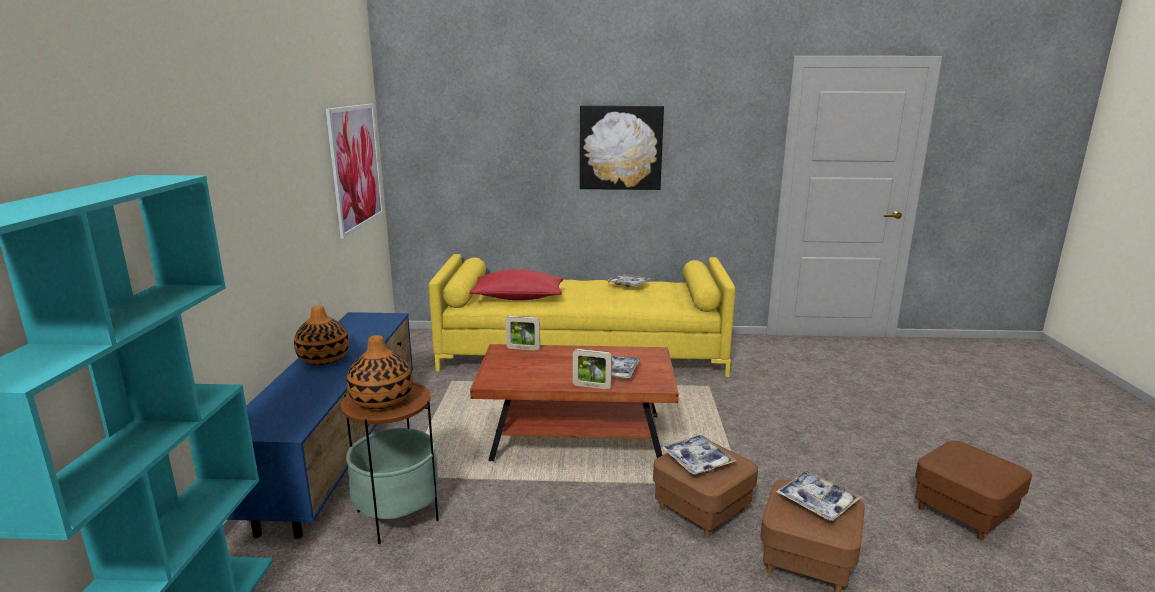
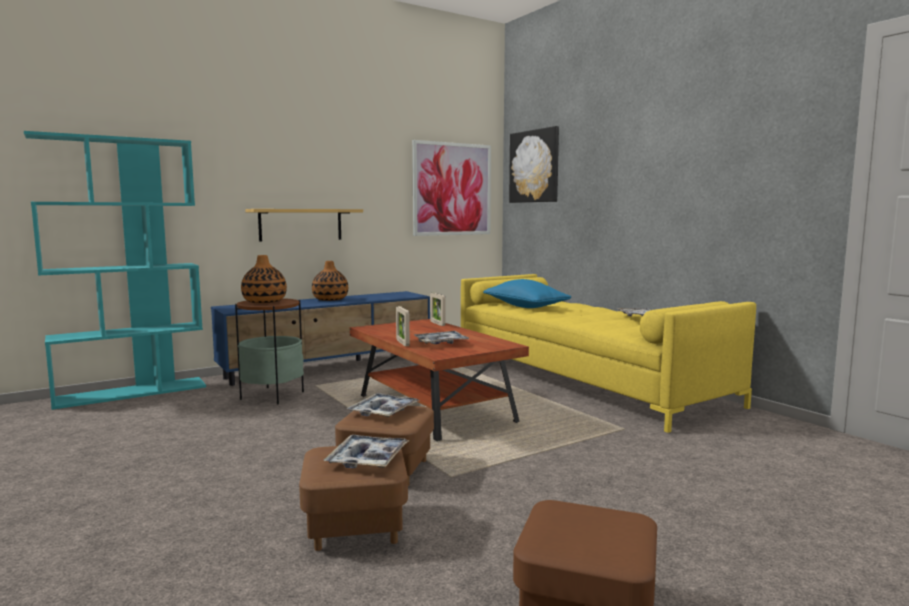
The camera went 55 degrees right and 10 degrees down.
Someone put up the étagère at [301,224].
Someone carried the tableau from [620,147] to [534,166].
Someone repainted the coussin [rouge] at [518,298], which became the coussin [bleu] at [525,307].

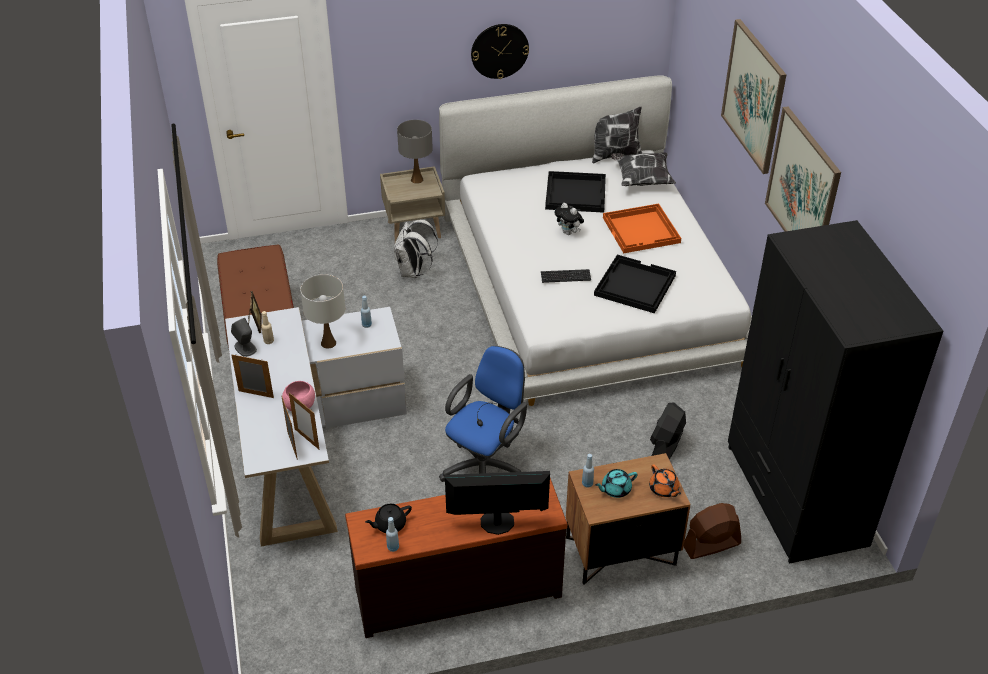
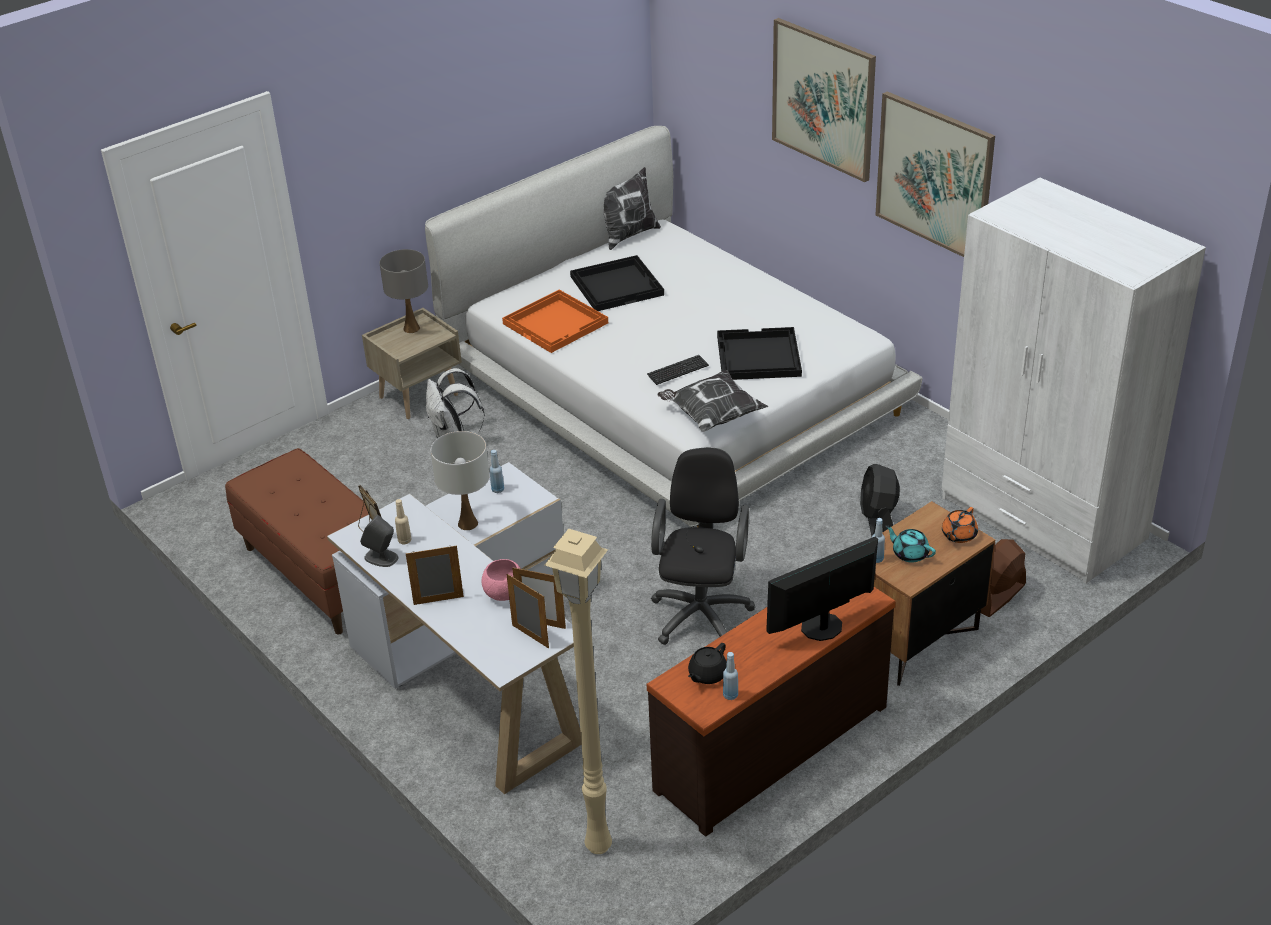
The camera went 25 degrees left and 5 degrees down.
Someone took away the horloge murale at [499,51].
Someone took away the peluche at [569,233].
Someone put down the lampadaire [beige] at [596,846].
Someone carried the plateau [orange] from [642,230] to [556,323].
Someone carried the coussin from [641,179] to [712,415].
Someone repainted the chaise de bureau [bleu] at [486,467], which became the chaise de bureau [noir] at [702,611].
Someone repainted the armoire [noir] at [794,496], which became the armoire [blanc] at [1042,519].
Someone rotated the théière [turquoise] at [615,489] by 90 degrees clockwise.
Someone rotated the théière [orange] at [664,489] by 90 degrees clockwise.

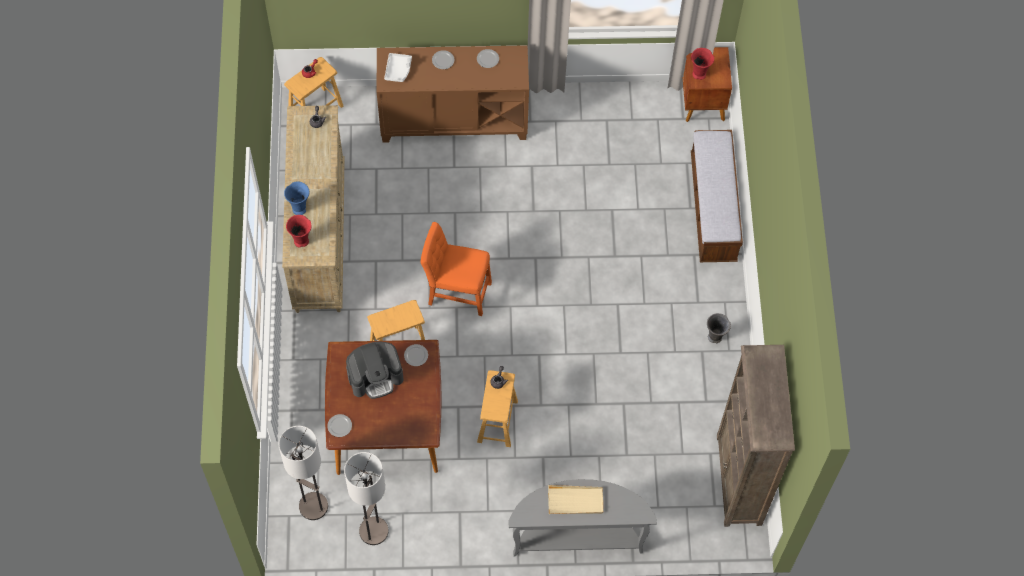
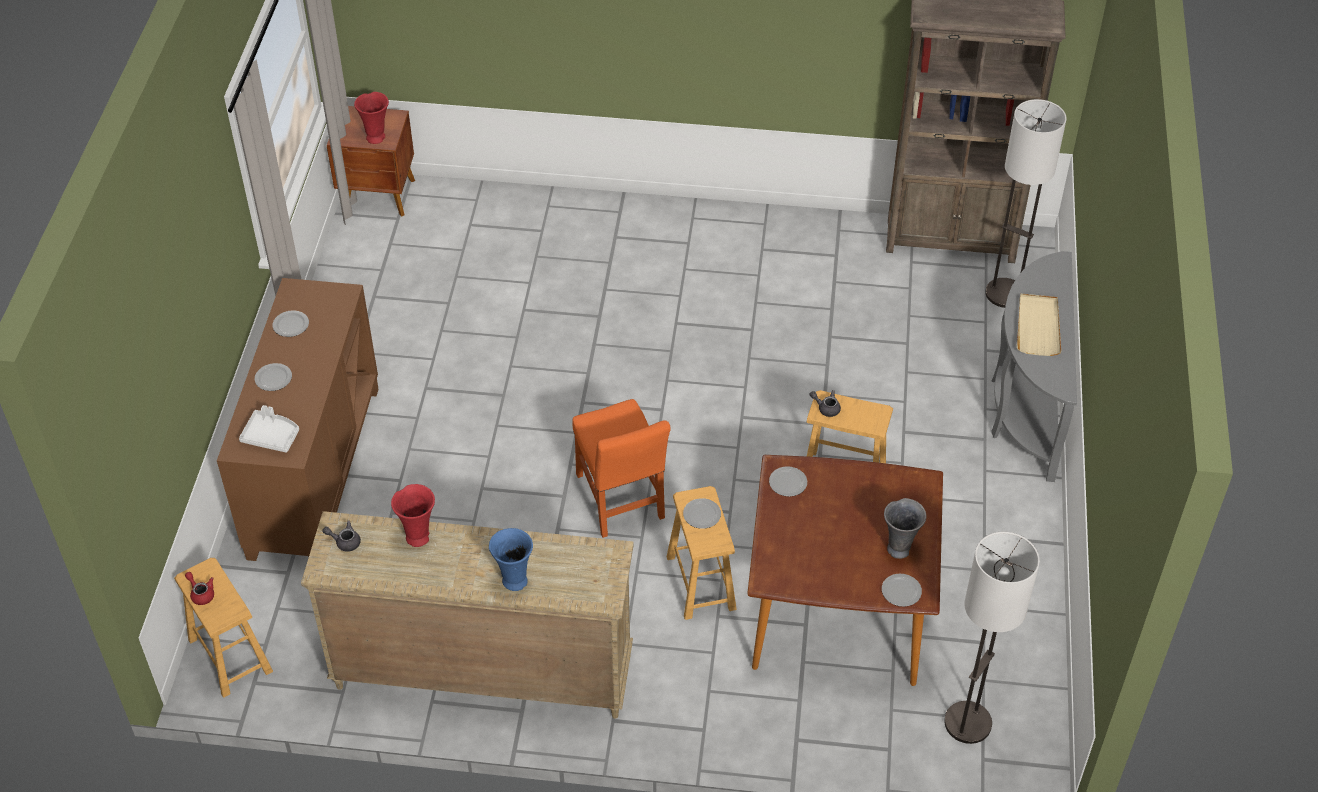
The camera went 80 degrees left and 15 degrees down.
Someone took away the machine à café at [375,376].
Someone took away the banc at [713,208].
Someone put down the assiette at [702,514].
Someone carried the vase [rouge] from [302,241] to [418,536].
Someone carried the lampadaire from [374,531] to [1005,293].
Someone carried the vase [gris] from [715,338] to [899,548].
Someone rotated the chaise [orange] at [456,292] by 45 degrees counterclockwise.

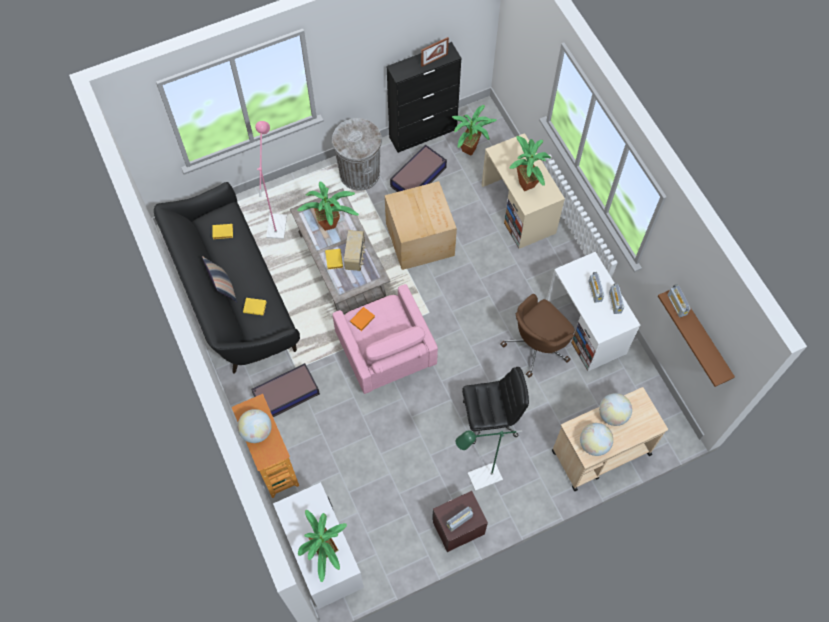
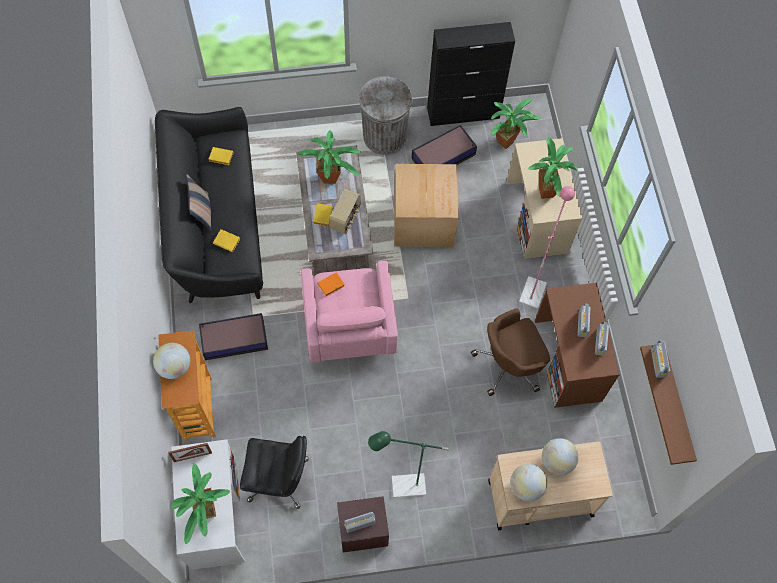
The camera went 15 degrees right and 0 degrees up.
Someone carried the lampadaire [rose] from [277,221] to [534,287].
Someone carried the cadre photo from [434,60] to [192,457].
Someone carried the chaise de bureau [noir] from [491,418] to [279,479].
Someone repainted the bureau [blanc] at [586,327], which became the bureau [marron] at [568,360].

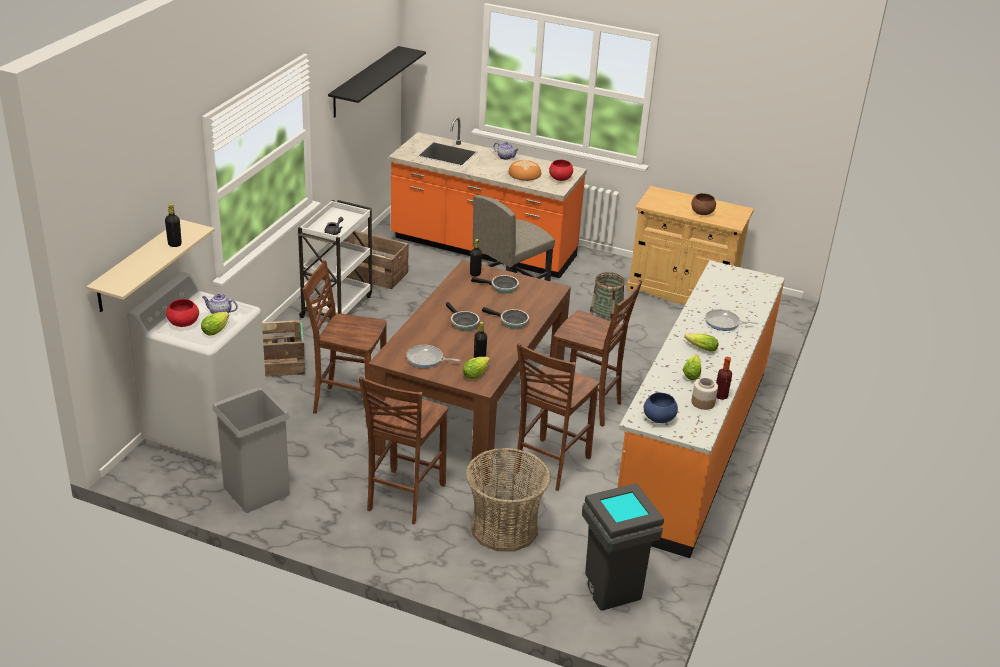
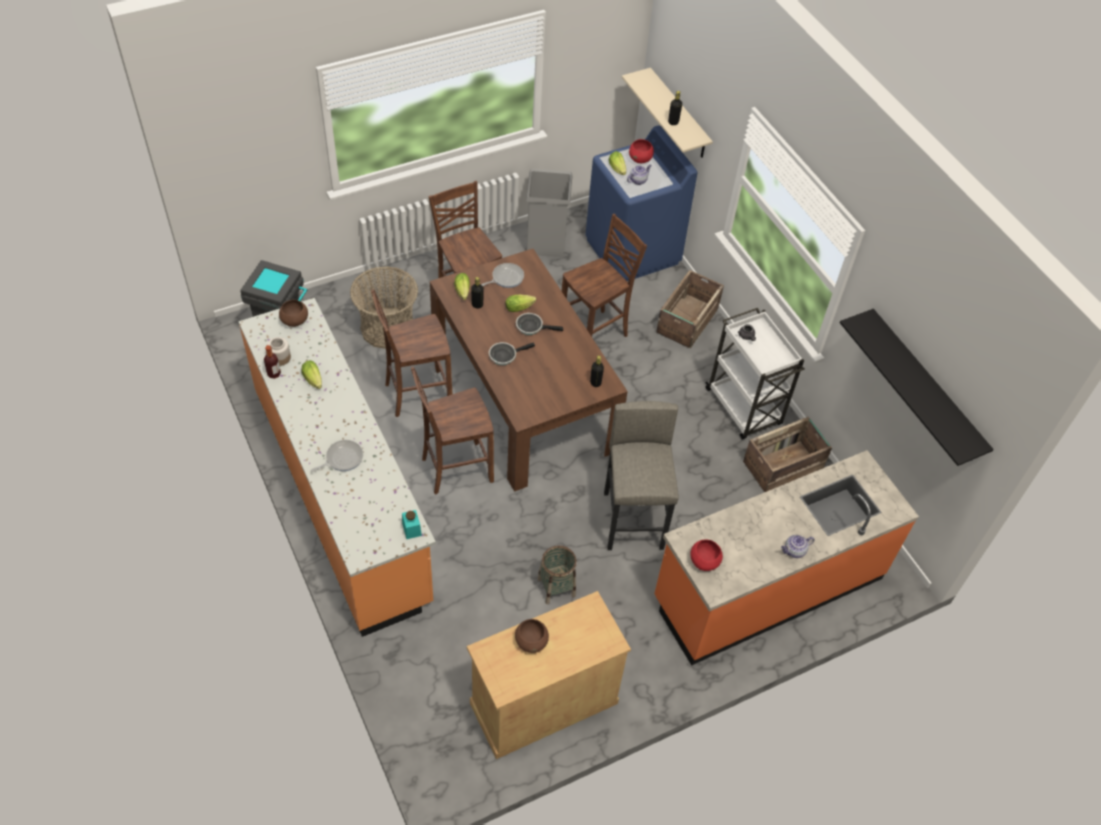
The camera went 130 degrees right and 20 degrees up.
Someone took away the poêle at [502,287].
Someone took away the pain at [524,174].
Someone put down the bocal [turquoise] at [411,529].
Someone carried the laitue from [699,348] to [521,307].
Someone repainted the lave-linge [blanc] at [207,430], which became the lave-linge [bleu] at [632,251].
Someone repainted the bol [bleu] at [659,419], which became the bol [marron] at [294,320].
Someone rotated the chaise [marron] at [549,465] by 90 degrees counterclockwise.

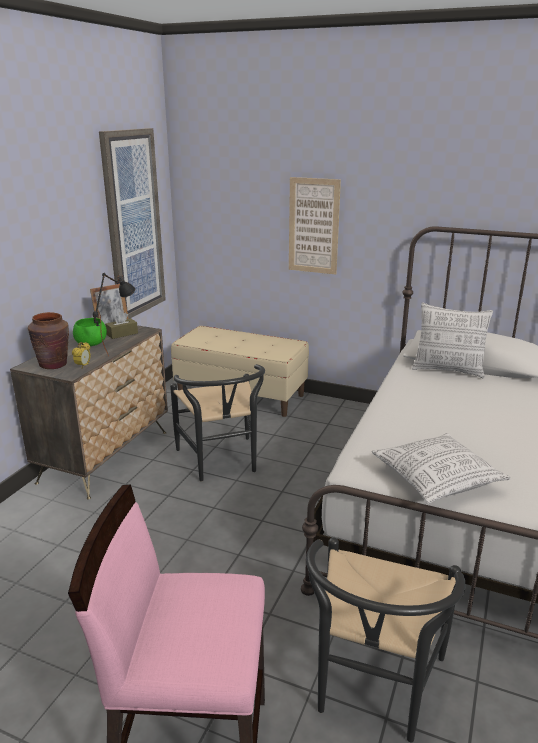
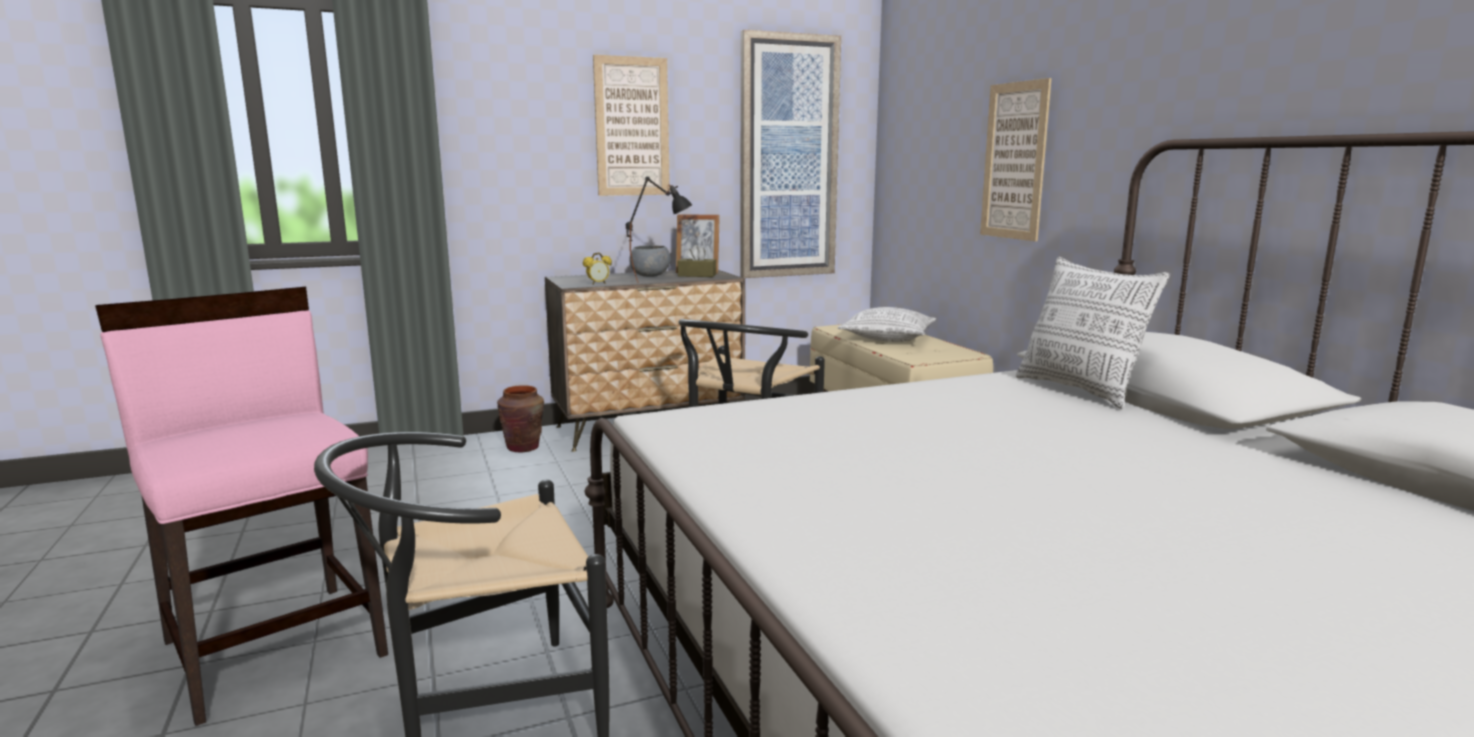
The camera went 45 degrees right and 10 degrees down.
Someone put up the tableau at [632,127].
Someone carried the vase [marron] from [54,364] to [523,447].
Someone carried the coussin from [436,480] to [888,338].
Someone repainted the bol [vert] at [90,344], which became the bol [gris] at [649,276].

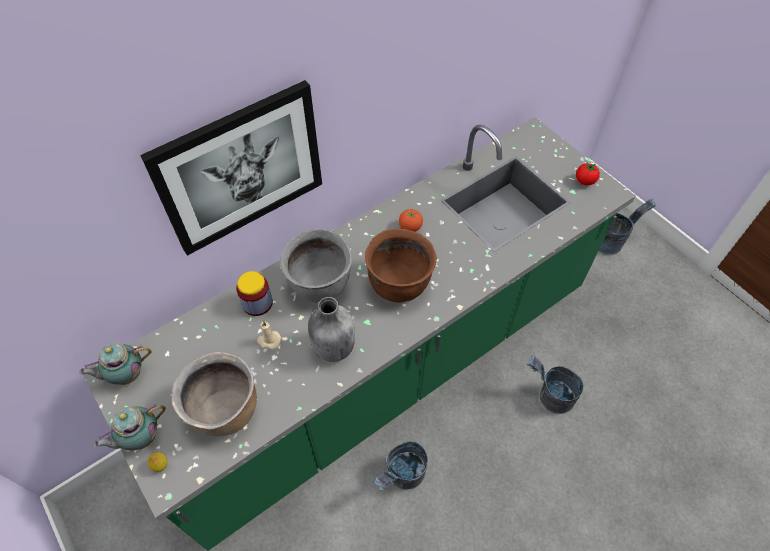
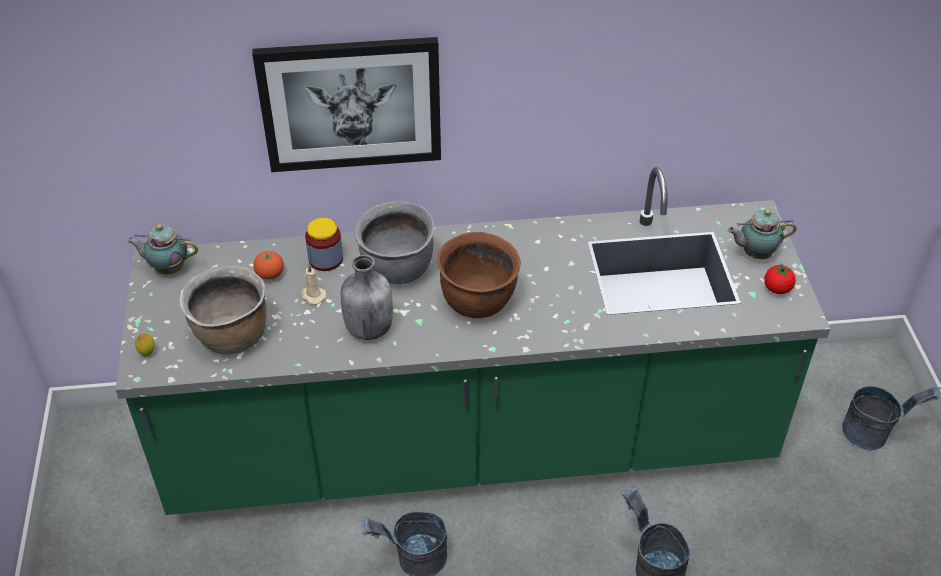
The camera went 30 degrees right and 10 degrees down.
Someone carried the théière from [140,438] to [754,254].
Someone carried the tomate from [410,227] to [270,275].

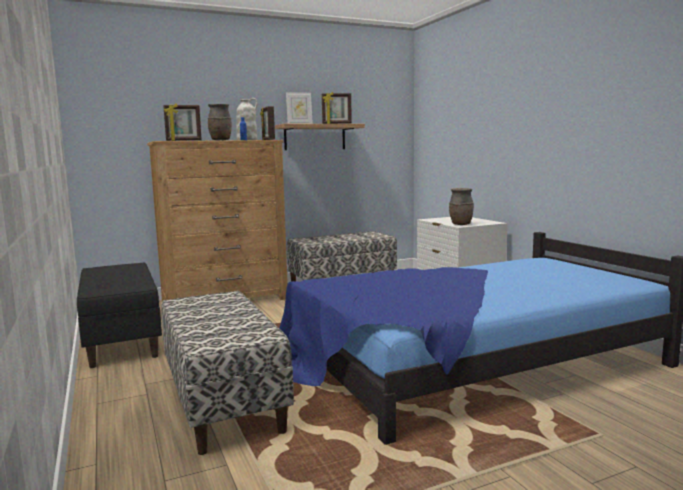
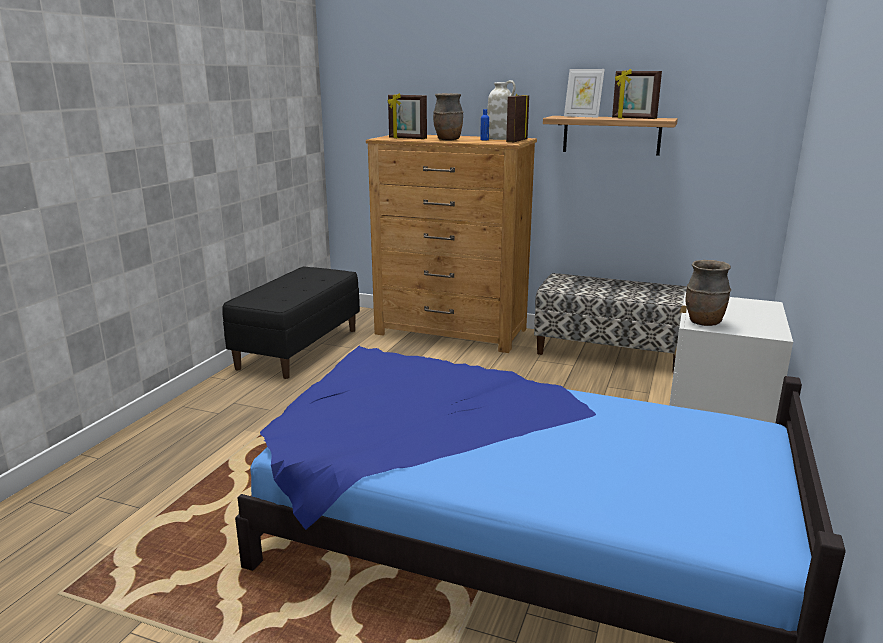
The camera went 45 degrees right and 10 degrees up.
Someone took away the banc at [223,401].

